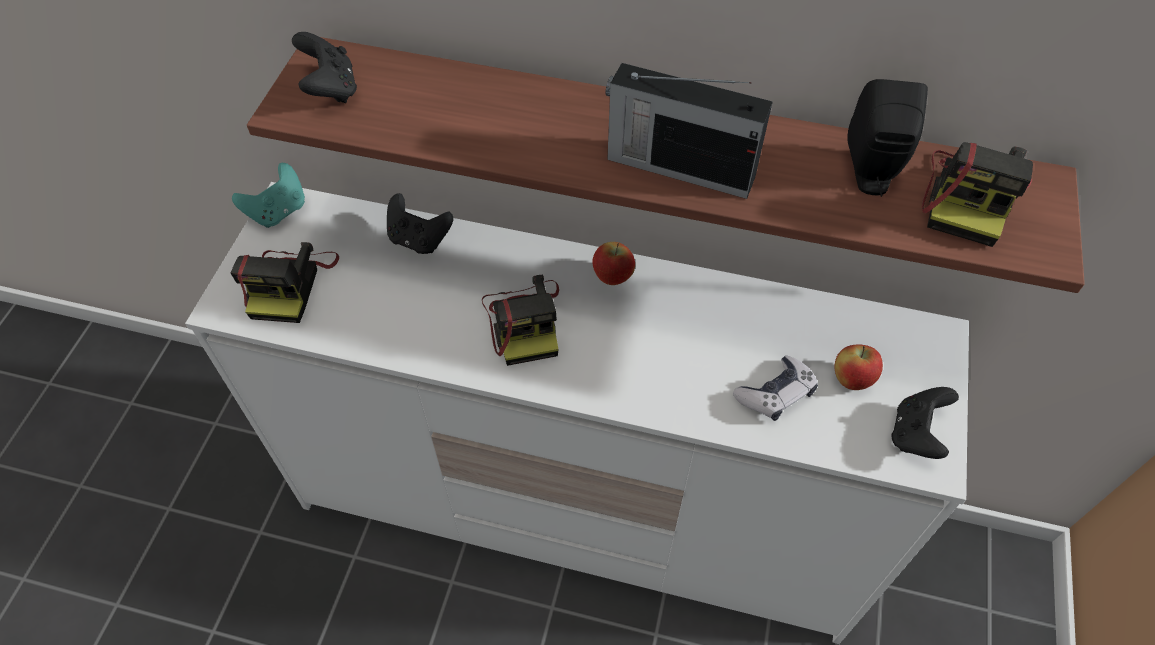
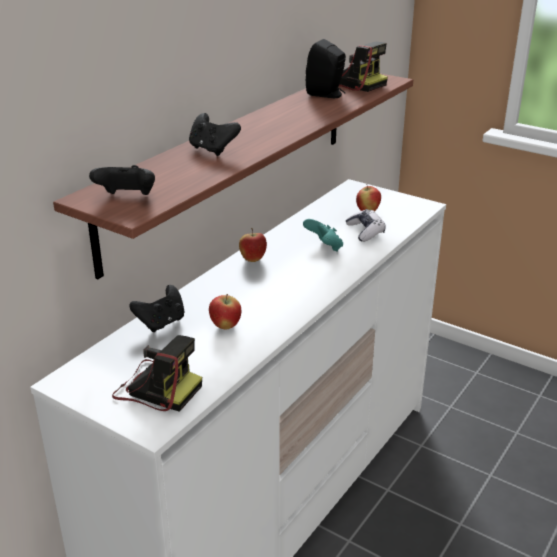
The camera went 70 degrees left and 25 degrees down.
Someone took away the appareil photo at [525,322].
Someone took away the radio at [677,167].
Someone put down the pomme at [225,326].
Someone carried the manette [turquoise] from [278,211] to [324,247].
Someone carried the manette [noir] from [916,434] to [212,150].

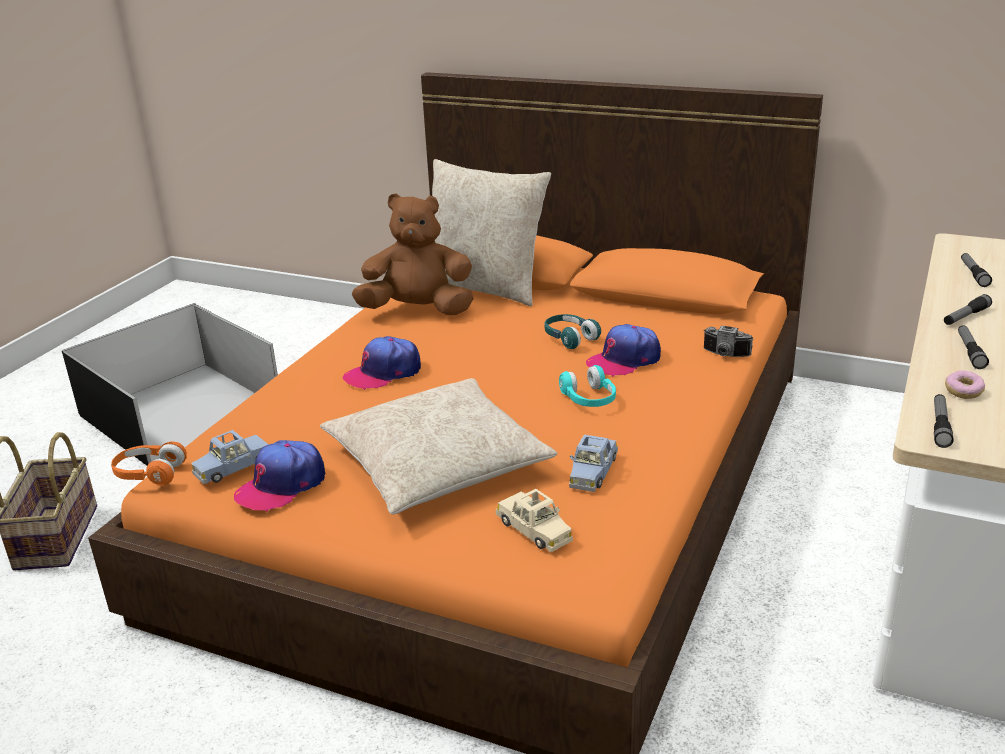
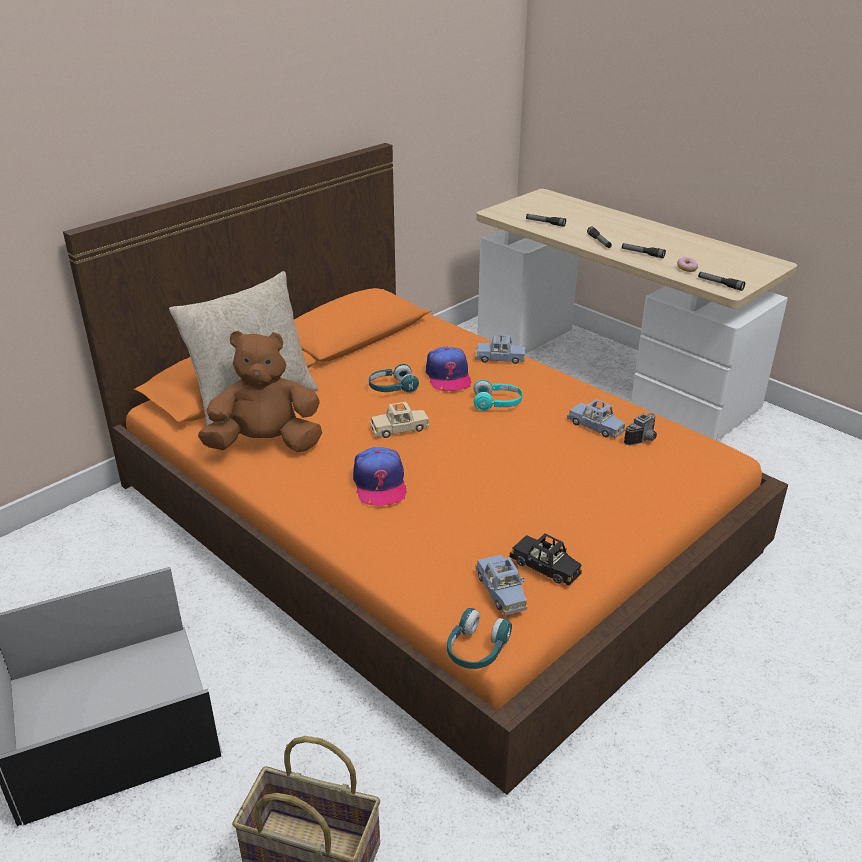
The camera went 70 degrees left and 5 degrees up.
Someone took away the coussin [beige] at [438,463].
Someone put down the petite voiture [bleu] at [500,358].
Someone carried the petite voiture [beige] from [534,530] to [399,429].
Someone carried the appareil photo from [725,355] to [644,440].
Someone swapped the casquette at [281,485] for the petite voiture [noir] at [545,567].
Someone repainted the casque audio [orange] at [150,474], which became the casque audio [turquoise] at [476,650].
Someone rotated the peluche [marron] at [418,310] by 60 degrees clockwise.

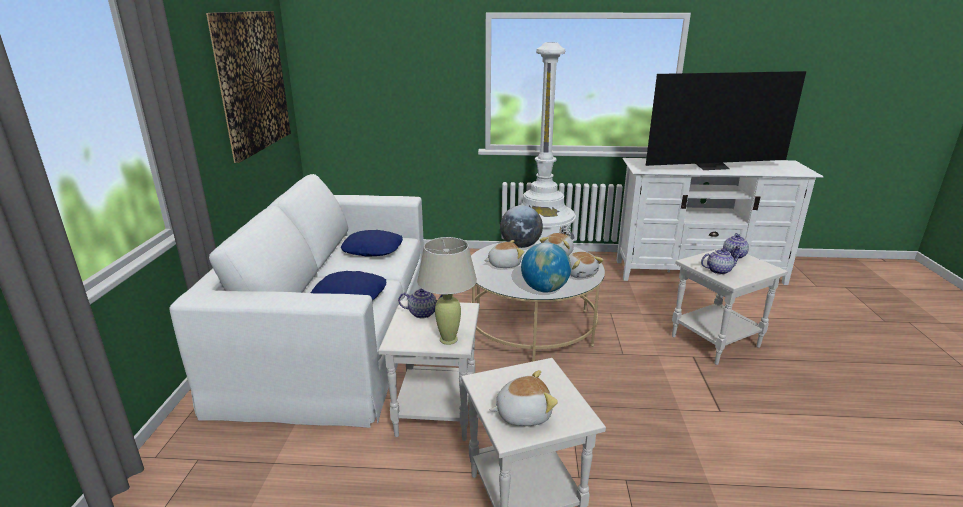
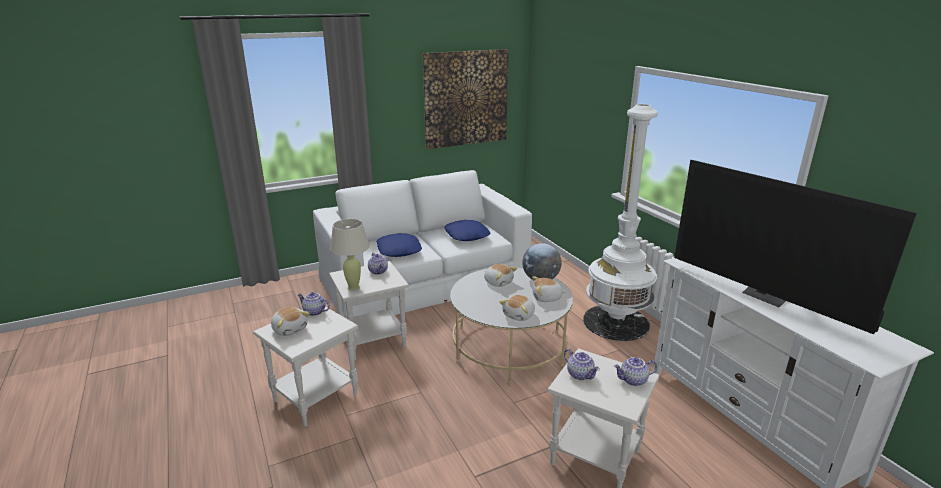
The camera went 60 degrees right and 0 degrees up.
Someone took away the globe at [544,289].
Someone put down the théière at [314,312].

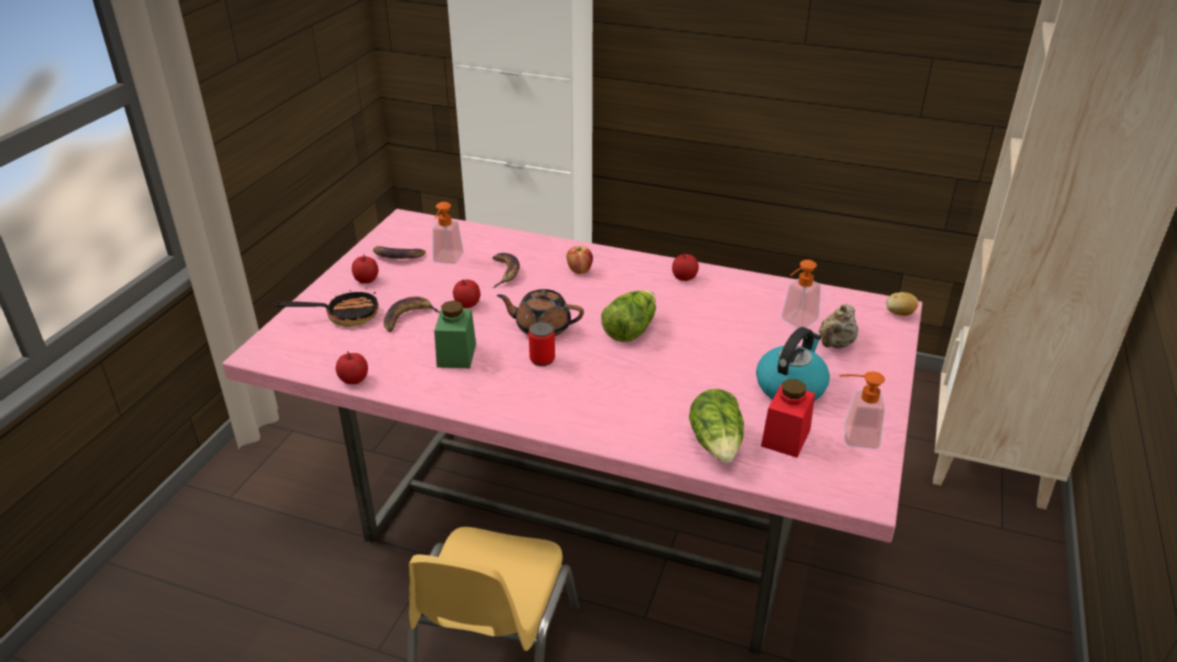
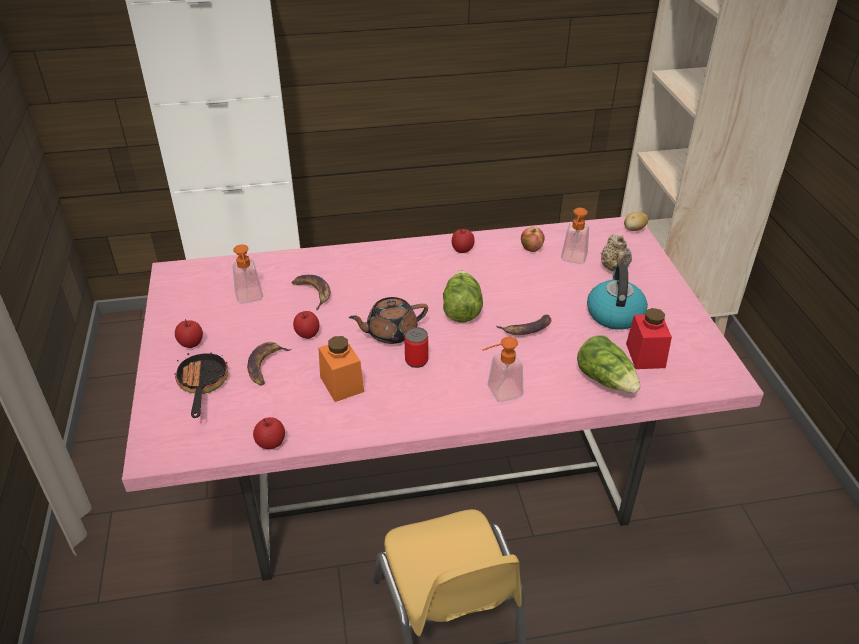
The camera went 30 degrees left and 5 degrees up.
Someone carried the banane from [397,256] to [527,329].
Someone carried the pomme from [579,271] to [531,249].
Someone carried the distributeur de savon from [853,437] to [499,393].
Someone repainted the bocal [vert] at [456,355], which became the bocal [orange] at [342,384].
Someone rotated the poêle at [344,315] by 60 degrees counterclockwise.

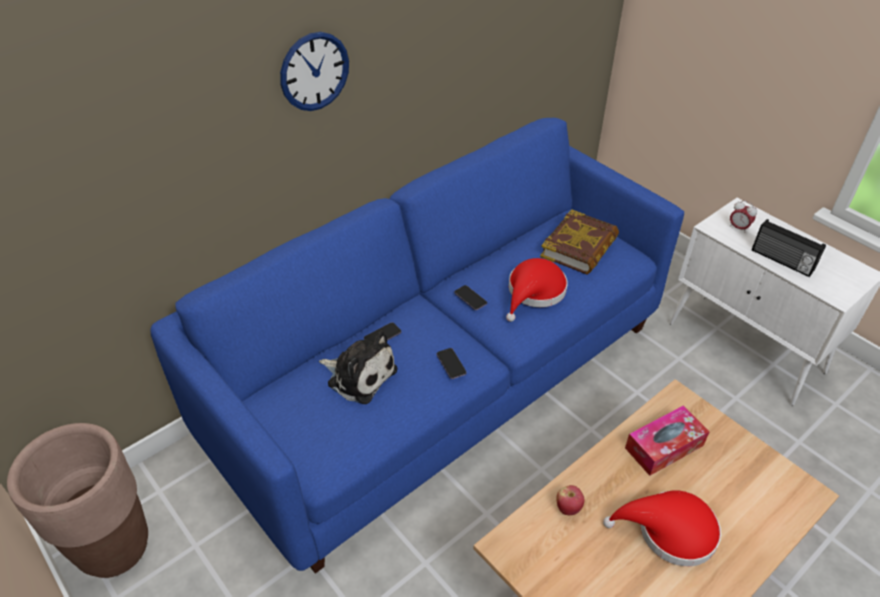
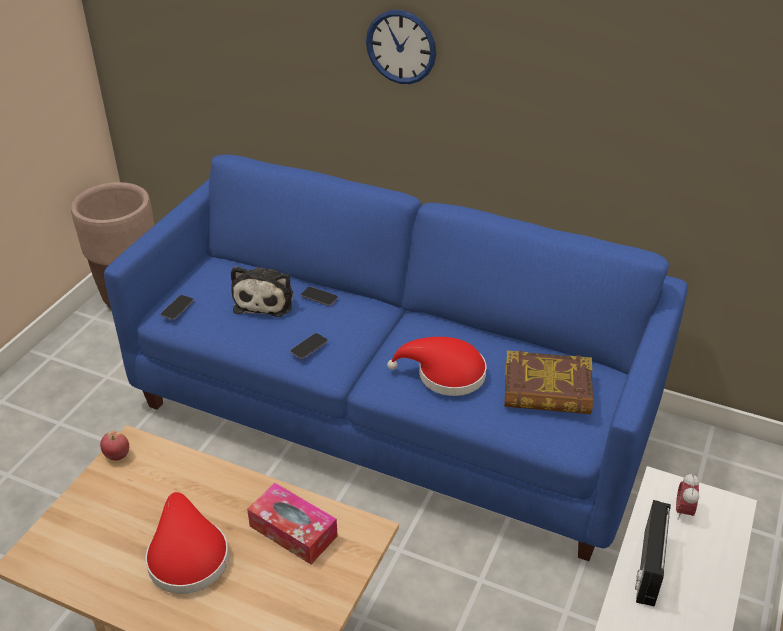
The camera went 65 degrees right and 5 degrees down.
Someone carried the téléphone from [470,298] to [177,308].
Someone carried the pomme from [568,508] to [117,455].

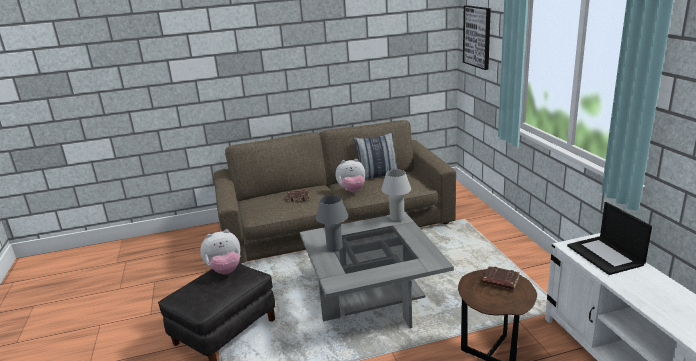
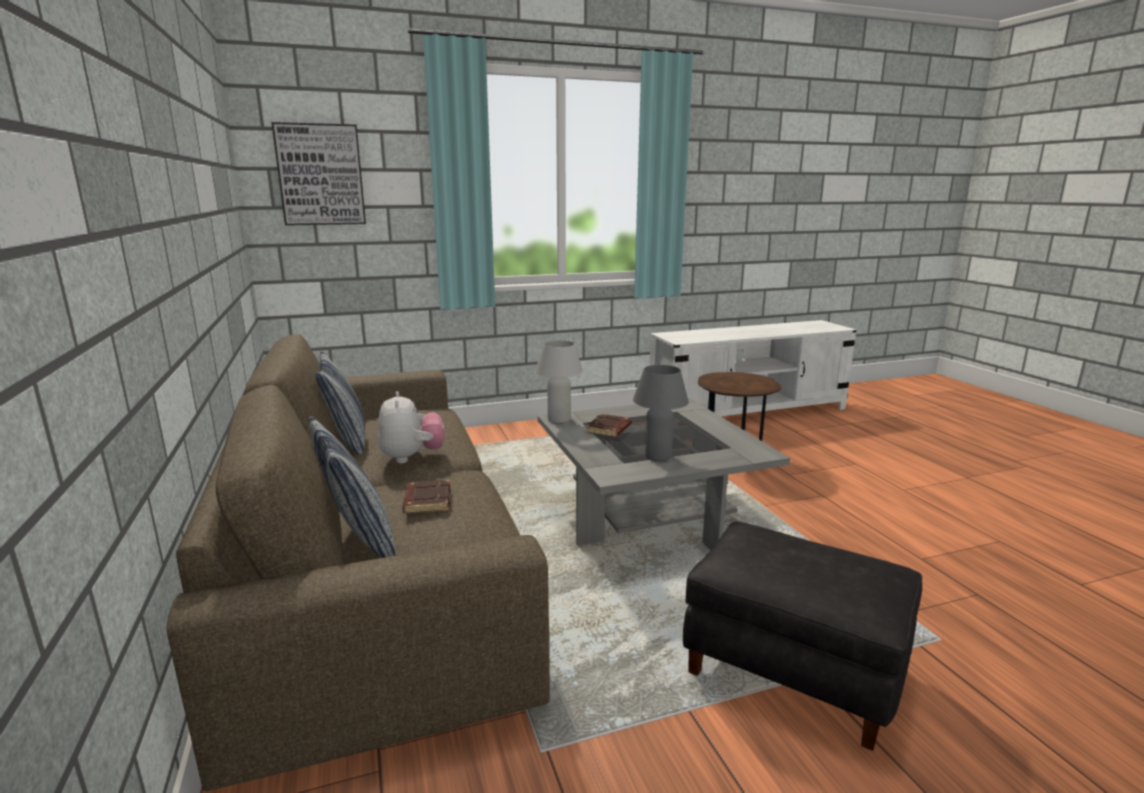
The camera went 95 degrees left and 5 degrees down.
Someone took away the peluche at [225,270].
Someone took away the ordinateur portable at [606,255].
Someone put down the coussin at [358,539].
Someone carried the livre [marron] from [500,281] to [609,429].

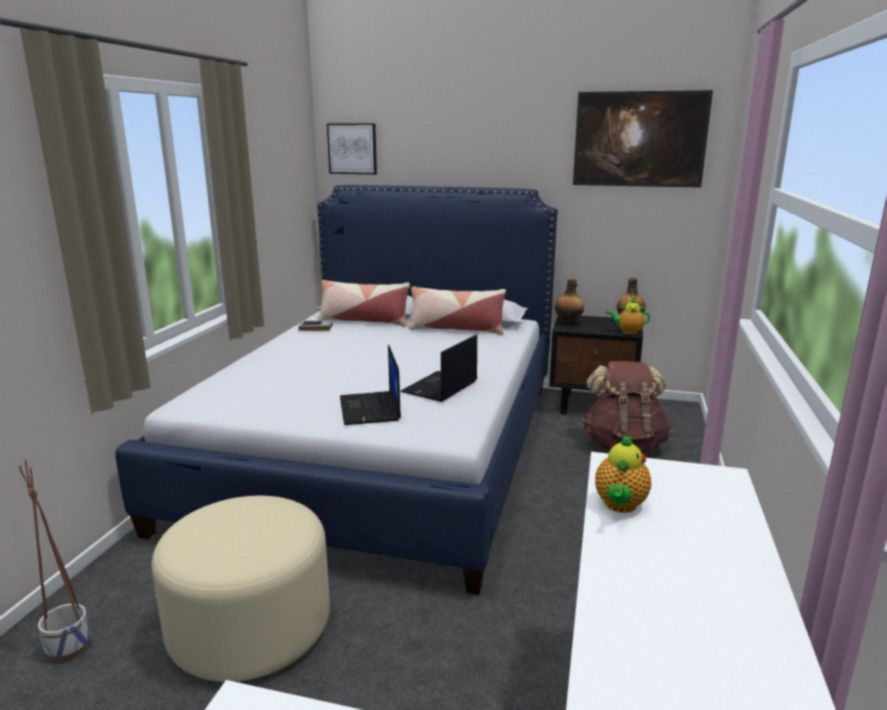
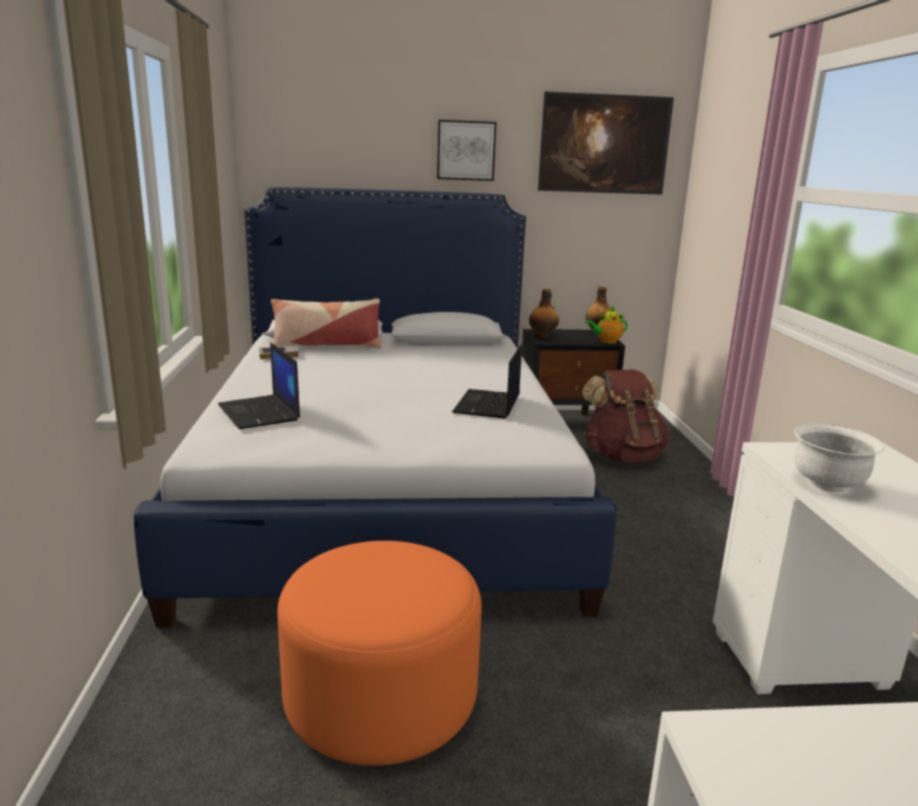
The camera went 20 degrees left and 0 degrees up.
Someone took away the cache-pot at [68,648].
Someone took away the coussin at [456,329].
Someone carried the tableau from [352,148] to [466,150].
Someone carried the ordinateur portable from [370,409] to [260,413].
Someone swapped the théière at [619,506] for the bol [blanc] at [827,484].
Someone repainted the pouf [beige] at [251,627], which became the pouf [orange] at [381,698].

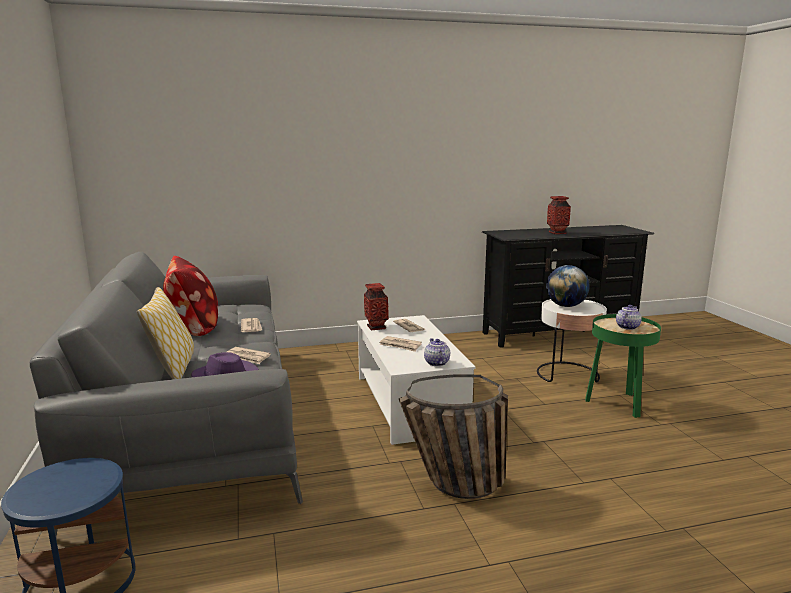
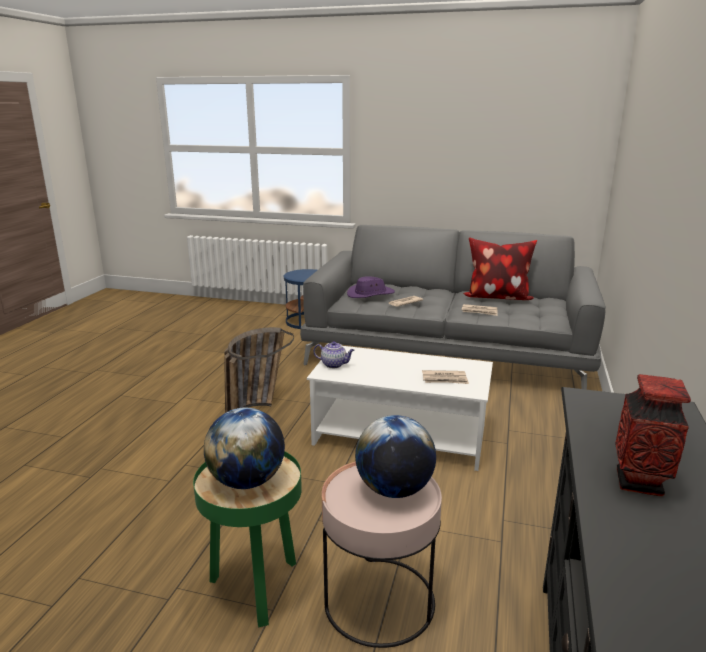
The camera went 120 degrees right and 5 degrees up.
Someone took away the coussin at [173,369].
Someone took away the vase at [376,327].
Someone took away the journal at [400,345].
Someone swapped the théière at [627,327] for the globe at [247,481].
Someone repainted the table d'appoint [blanc] at [568,374], which became the table d'appoint [rose] at [379,601].

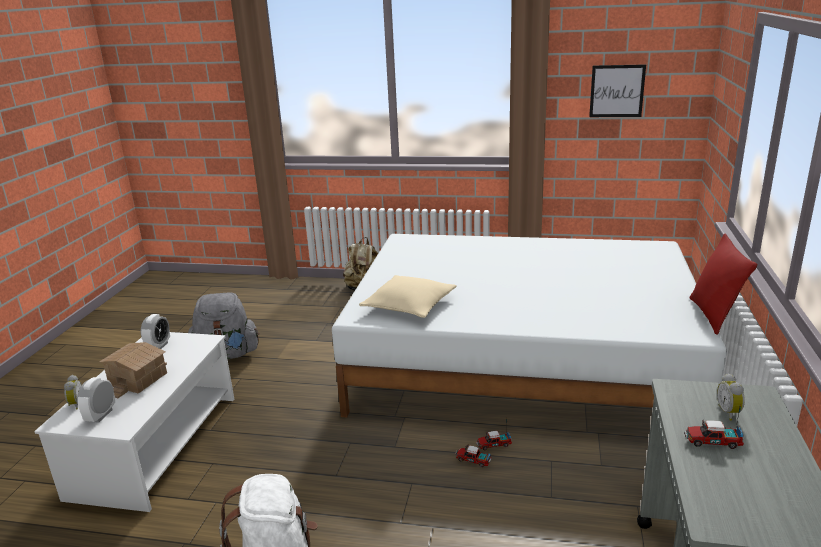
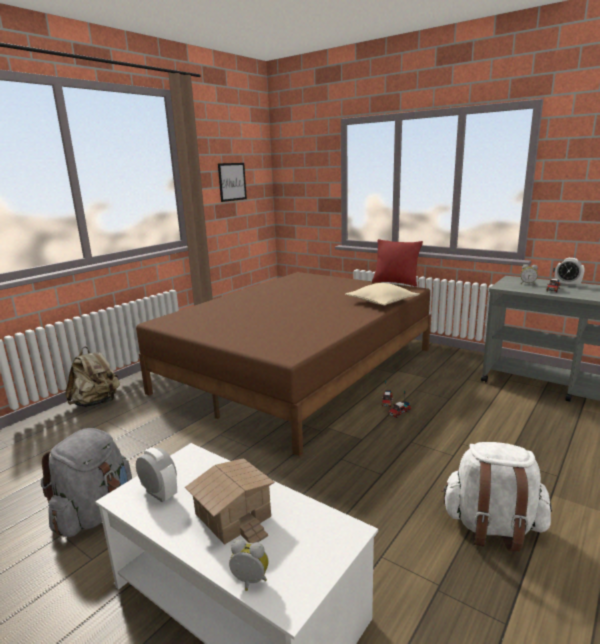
The camera went 65 degrees left and 5 degrees down.
Someone carried the réveil from [101,415] to [567,285].
Someone carried the coussin [beige] from [409,305] to [381,302].
Someone repainted the lit [blanc] at [522,360], which became the lit [marron] at [298,370].

